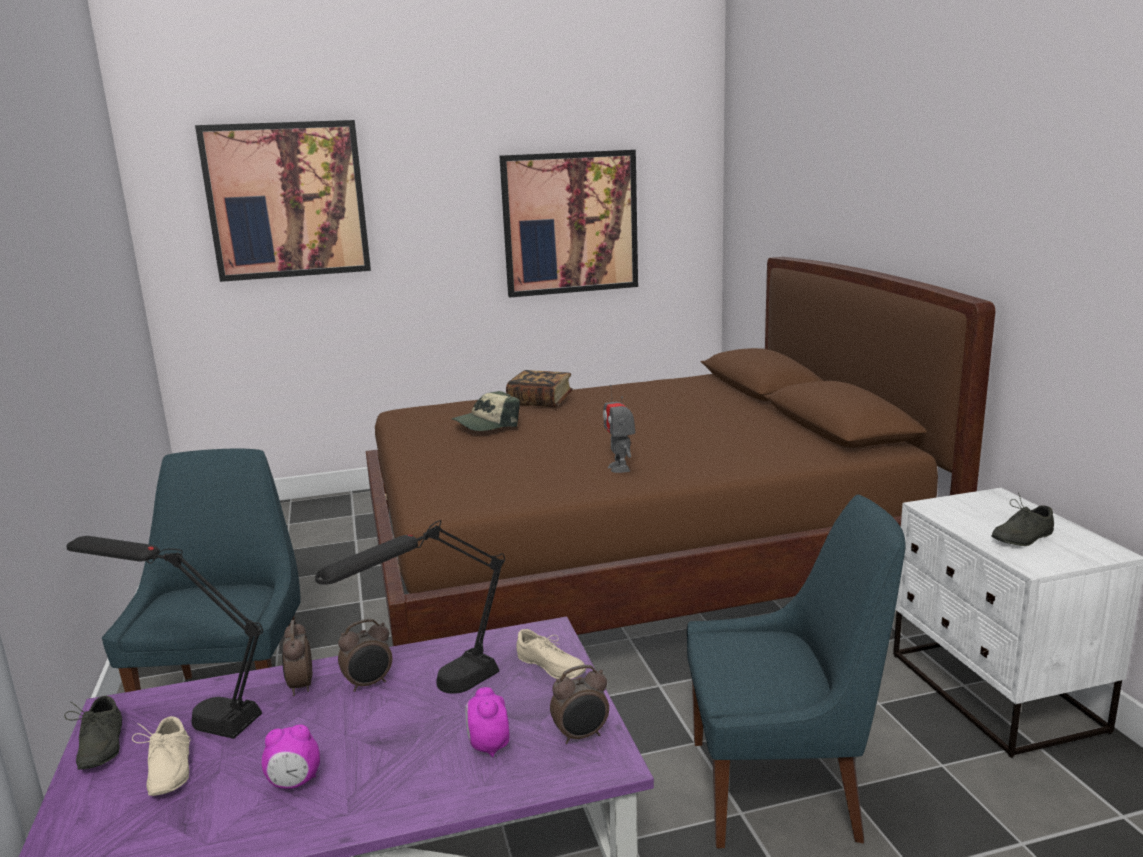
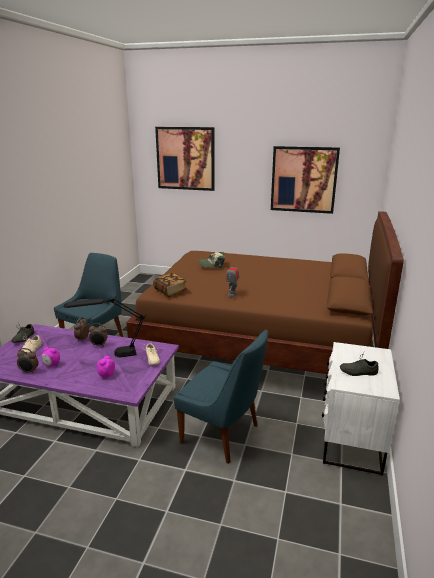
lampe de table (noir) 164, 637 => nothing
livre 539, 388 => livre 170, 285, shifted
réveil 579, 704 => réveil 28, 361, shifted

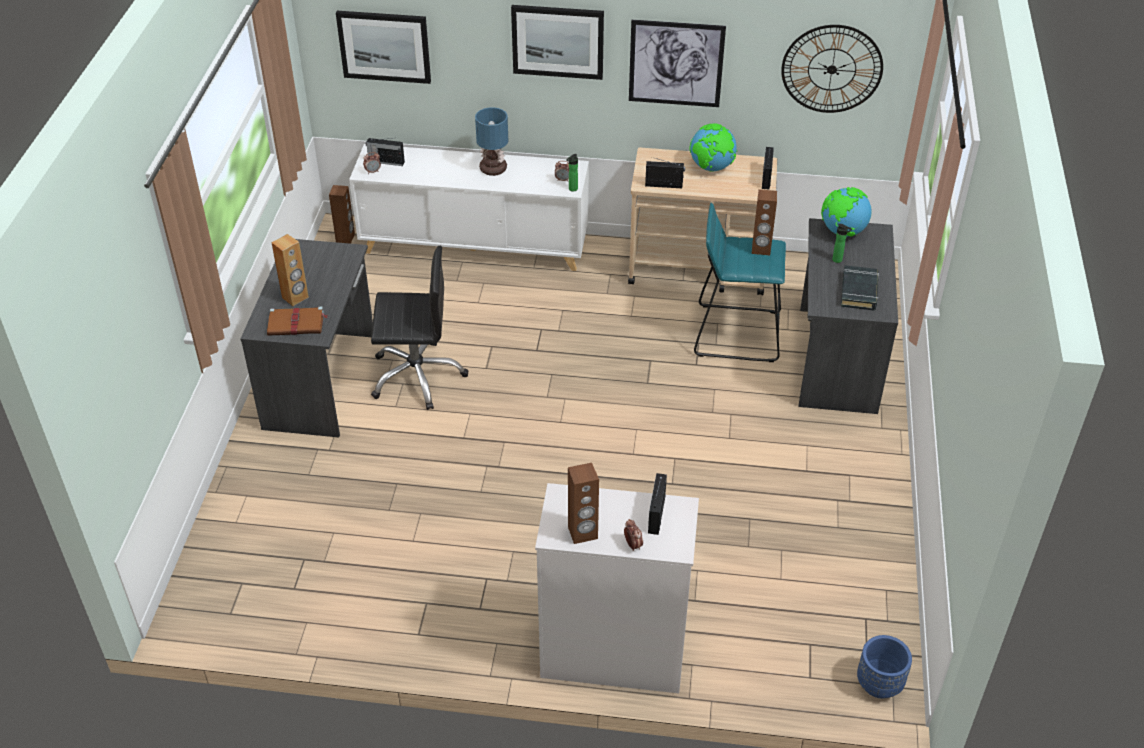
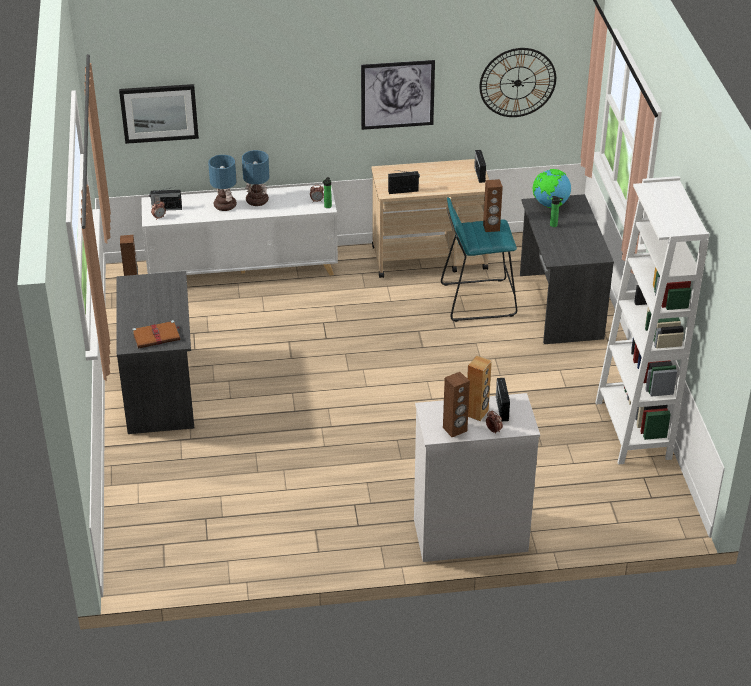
chaise de bureau (noir) 419, 328 => nothing
tableau 557, 42 => nothing
globe 713, 147 => nothing
livre (noir) 860, 287 => nothing
cache-pot (bleu) 884, 666 => nothing
nothing => lampe de table 222, 183
nothing => bibliothèque (blanc) 652, 320
enceinte (marron) 290, 270 => enceinte (marron) 479, 388, shifted

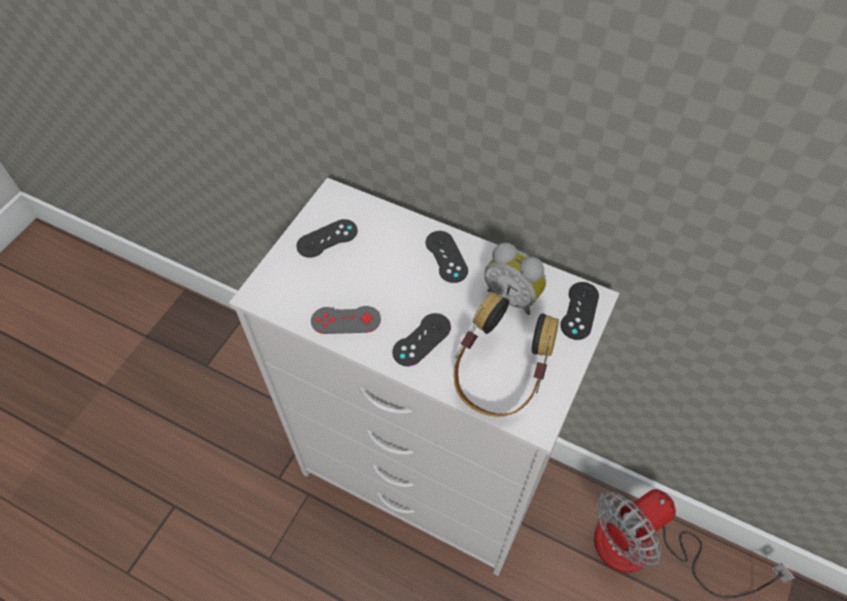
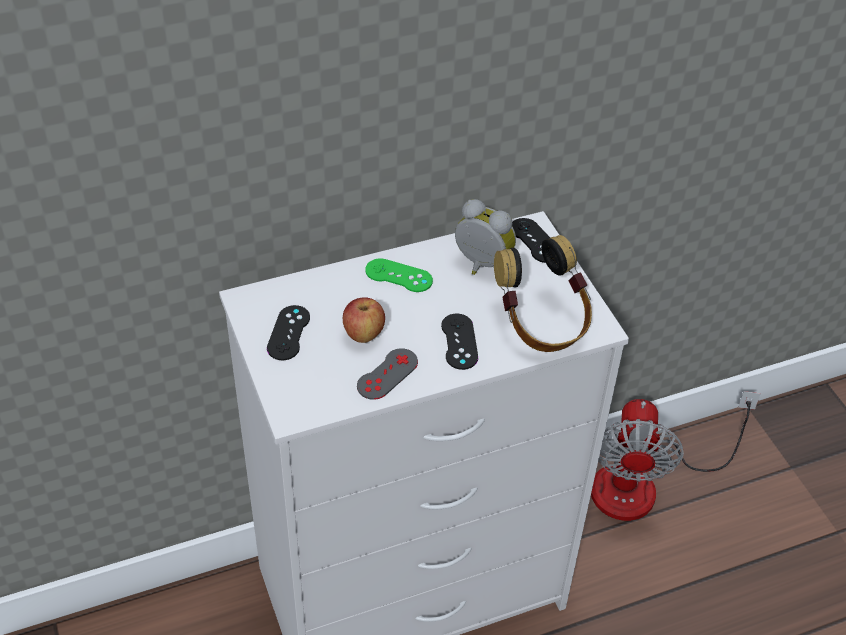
nothing => pomme 364, 320
manette (noir) 446, 257 => manette (vert) 399, 275
réveil 515, 279 => réveil 485, 237, 135 degrees counterclockwise

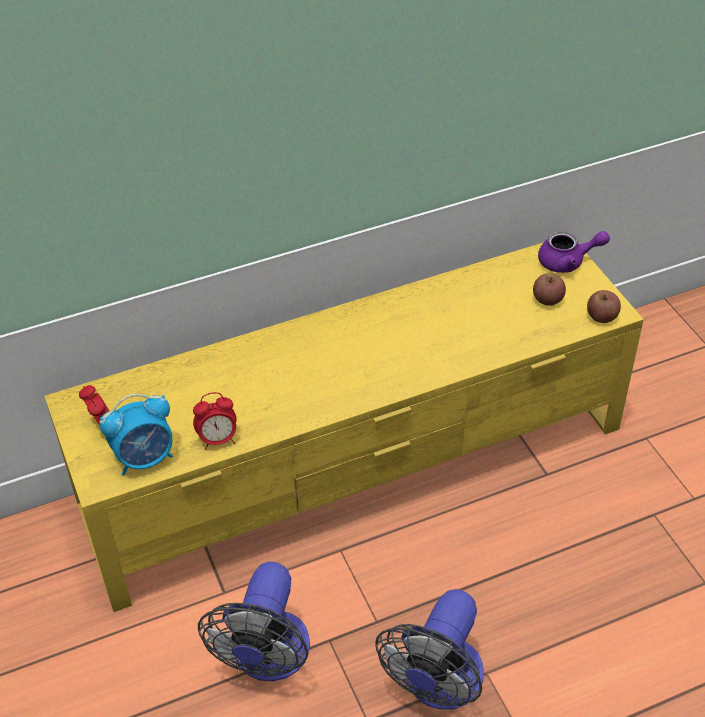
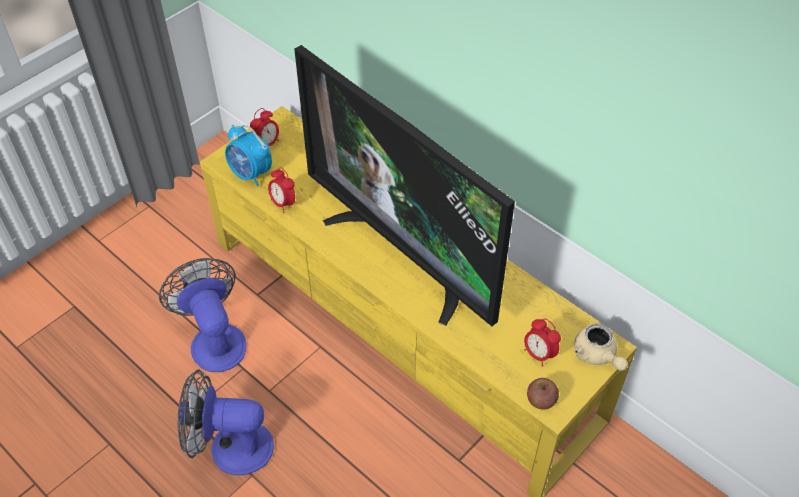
nothing => téléviseur 404, 185
pomme 549, 289 => réveil 542, 342
théière (violet) 574, 252 => théière (beige) 601, 347
ventilateur 254, 621 => ventilateur 203, 315, 75 degrees clockwise

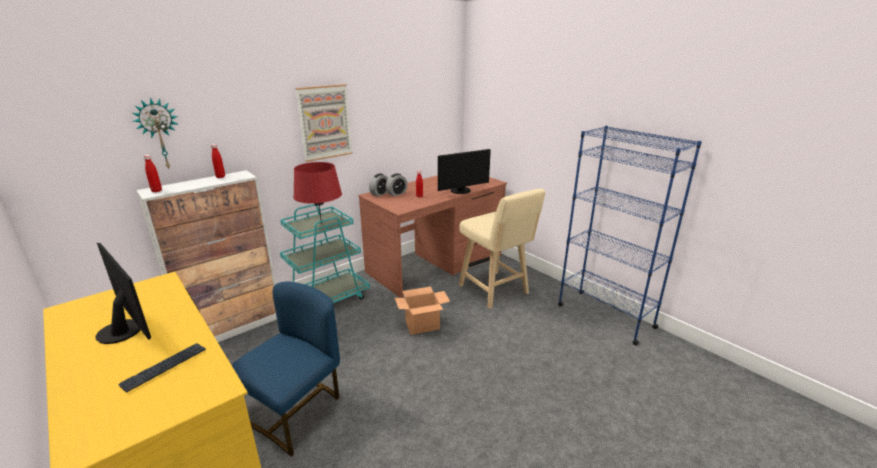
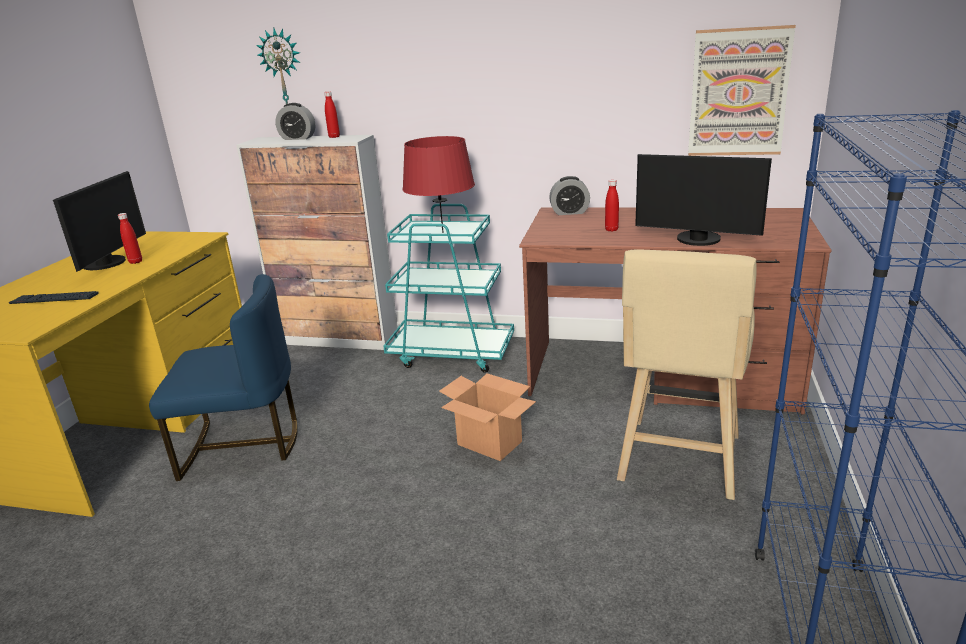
bouteille (rouge) 153, 173 => bouteille (rouge) 130, 238, shifted
tableau 324, 123 => tableau 742, 90, shifted
réveil 397, 184 => réveil 295, 121, shifted

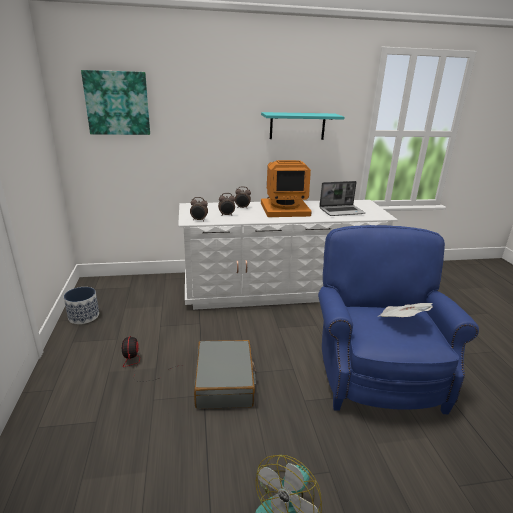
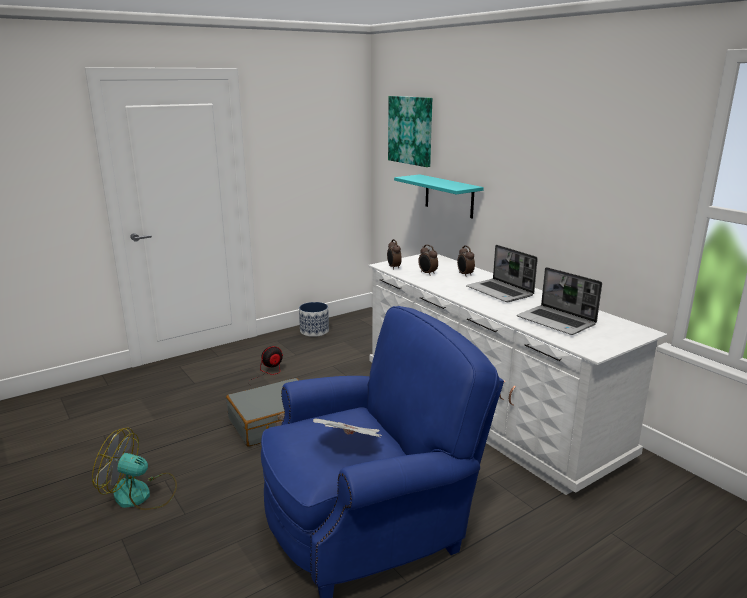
étagère (turquoise) 302, 126 => étagère (turquoise) 439, 196, shifted
écran d'ordinateur 286, 188 => ordinateur portable 502, 273

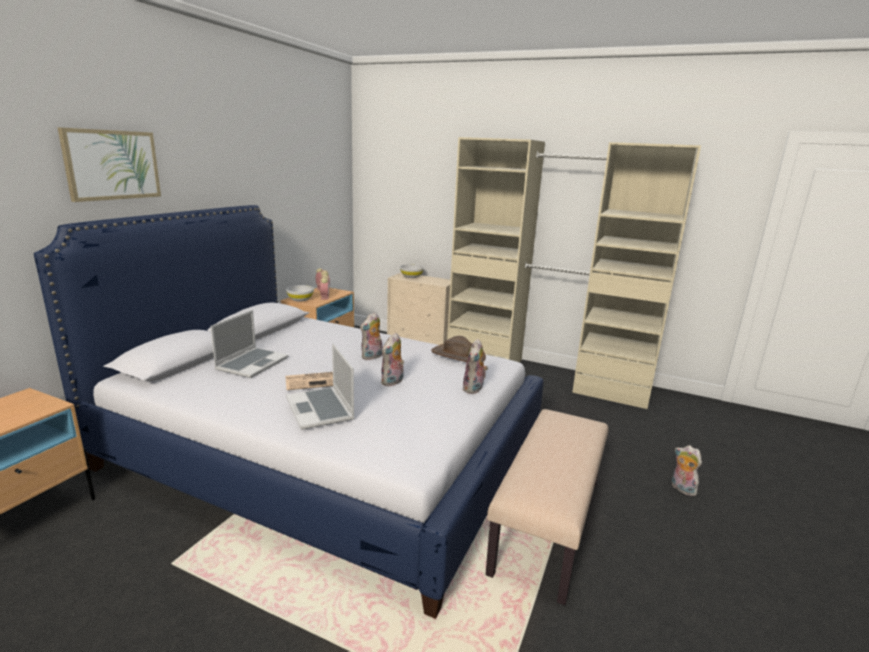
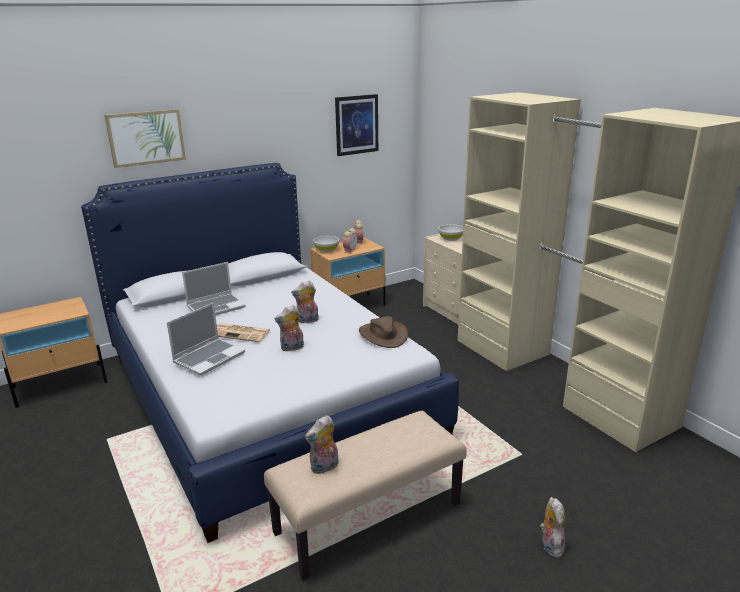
nothing => tableau 356, 125
peluche 475, 366 => peluche 321, 445, shifted
ordinateur portable 320, 386 => ordinateur portable 206, 339, 150 degrees counterclockwise

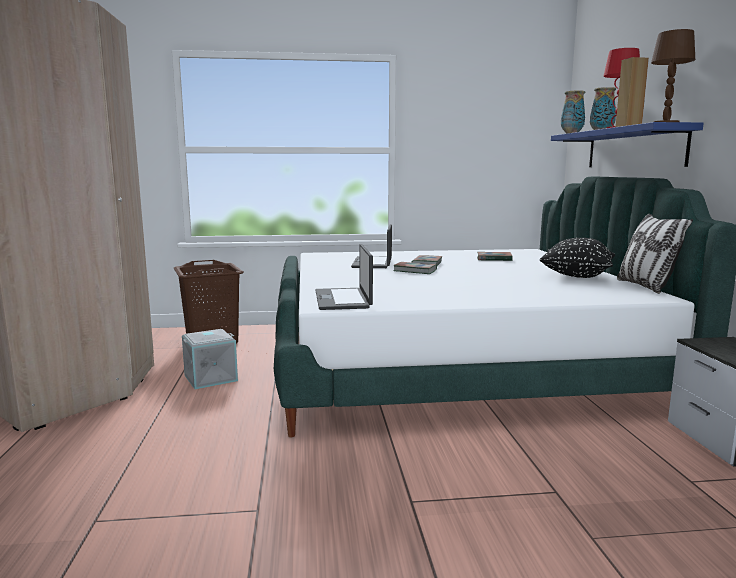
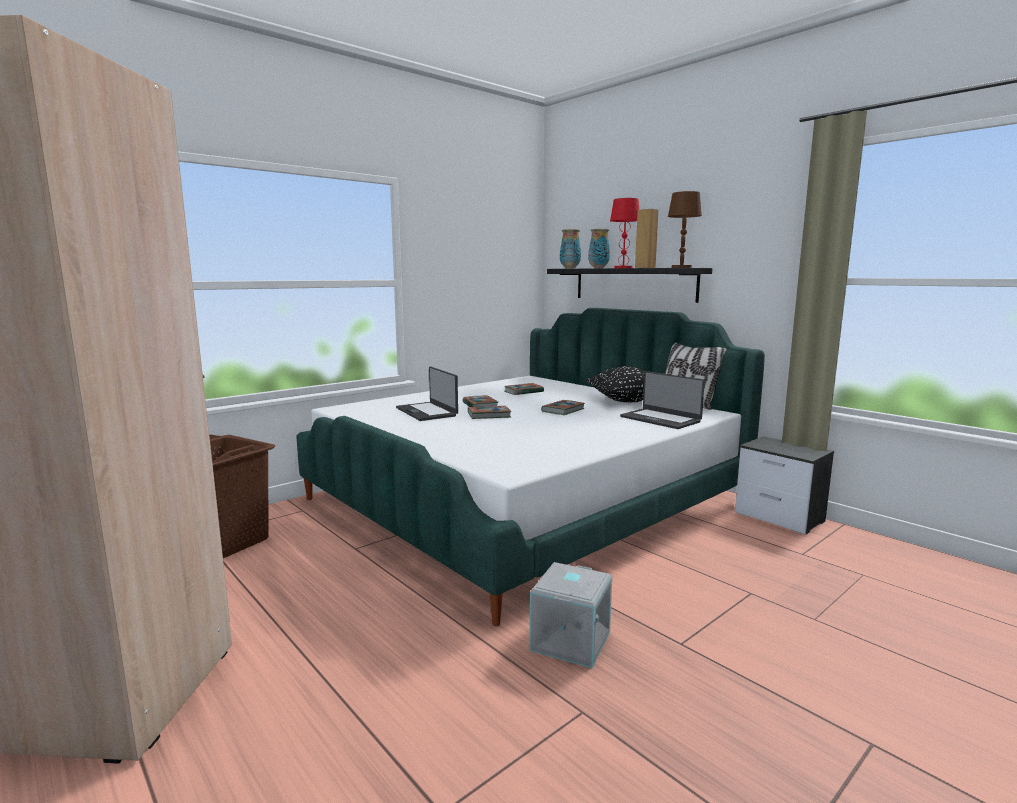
nothing => livre 563, 407
boîte de rangement (gris) 210, 359 => boîte de rangement (gris) 570, 615, shifted
ordinateur portable 344, 277 => ordinateur portable 662, 400, shifted
étagère (bleu) 627, 144 => étagère (noir) 629, 285

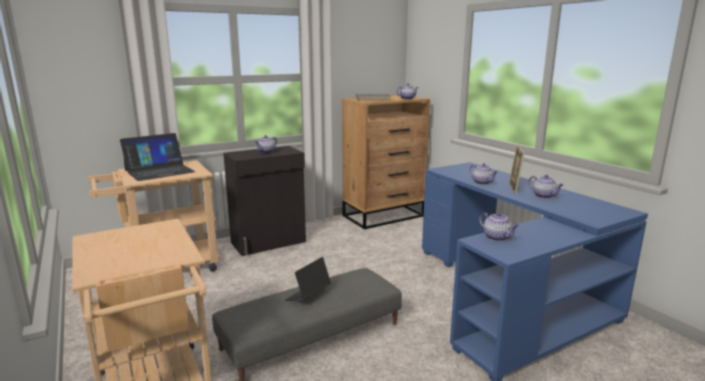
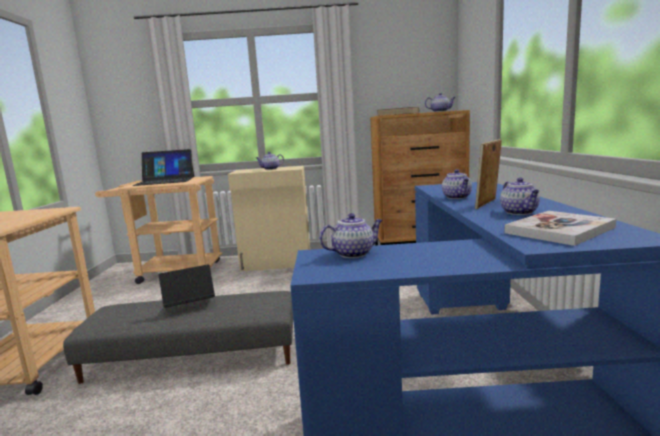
nothing => livre 560, 228
meuble de rangement (noir) 264, 201 => meuble de rangement (beige) 269, 218
théière 499, 226 => théière 351, 235, 105 degrees counterclockwise

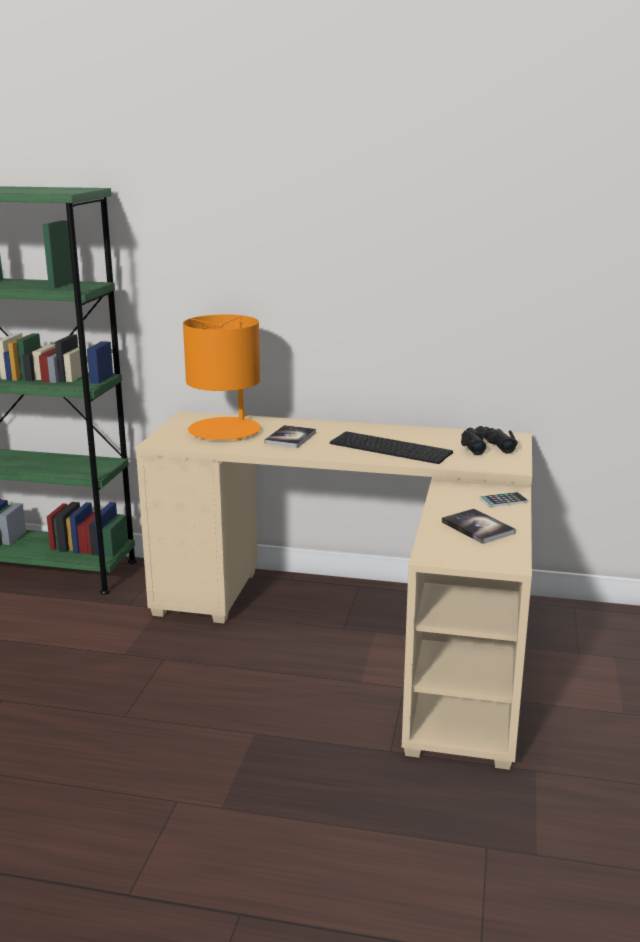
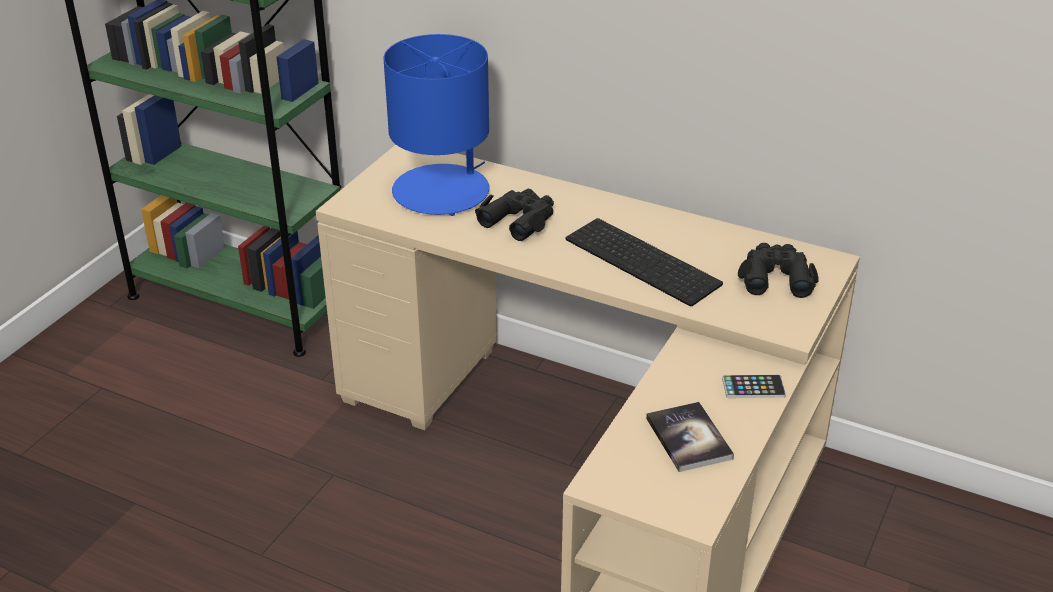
livre 290, 436 => jumelles (noir) 514, 215
lampe de table (orange) 222, 377 => lampe de table (bleu) 437, 125

